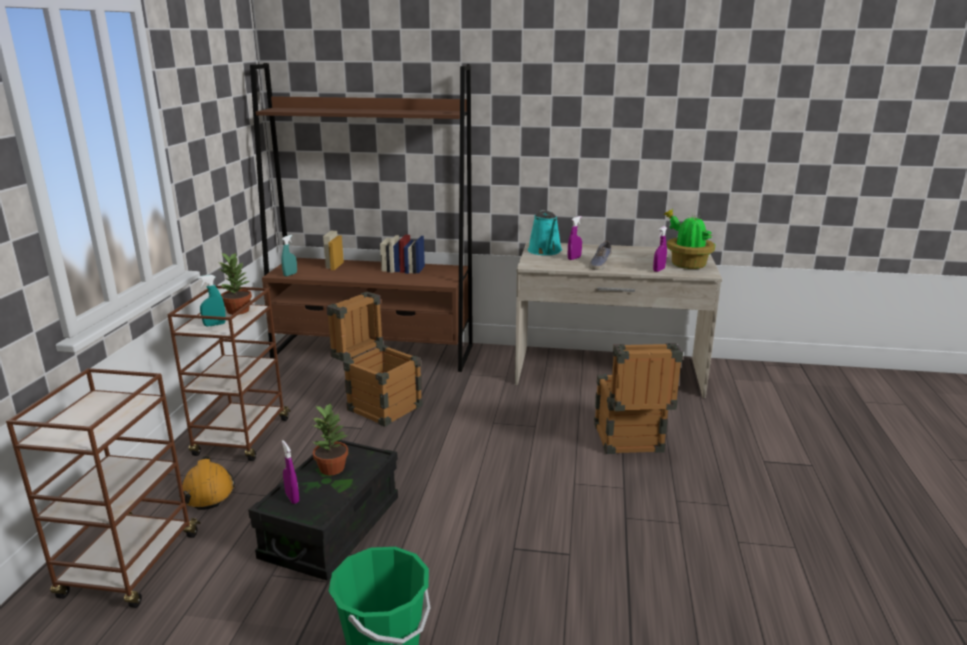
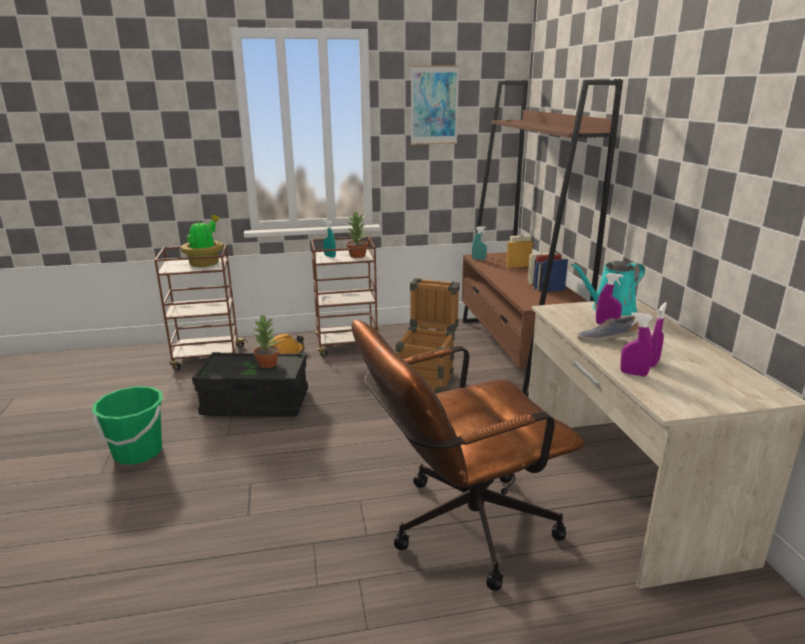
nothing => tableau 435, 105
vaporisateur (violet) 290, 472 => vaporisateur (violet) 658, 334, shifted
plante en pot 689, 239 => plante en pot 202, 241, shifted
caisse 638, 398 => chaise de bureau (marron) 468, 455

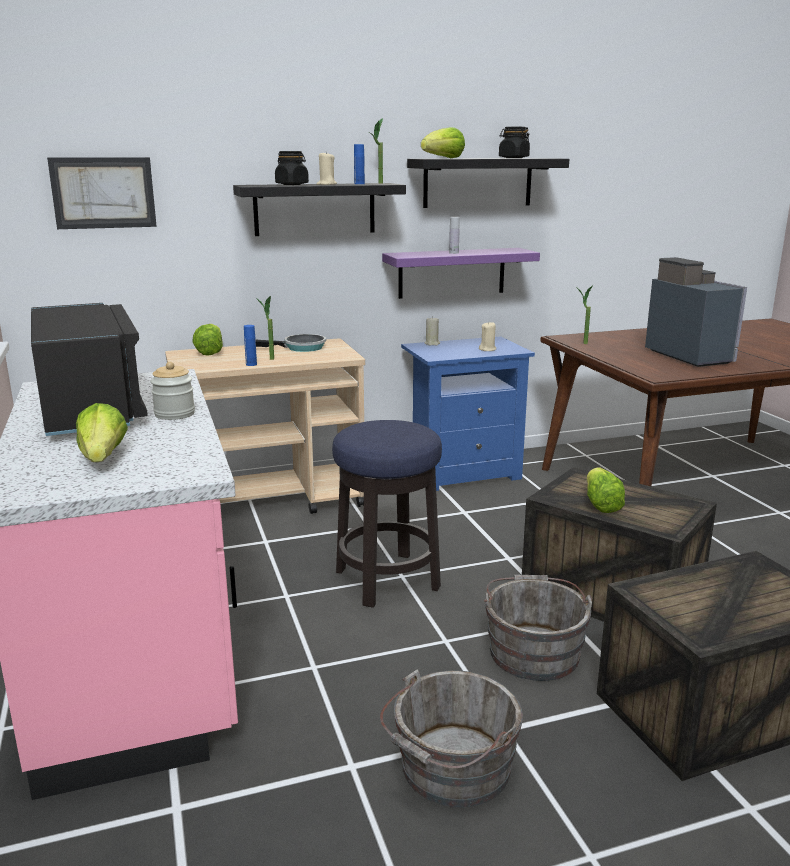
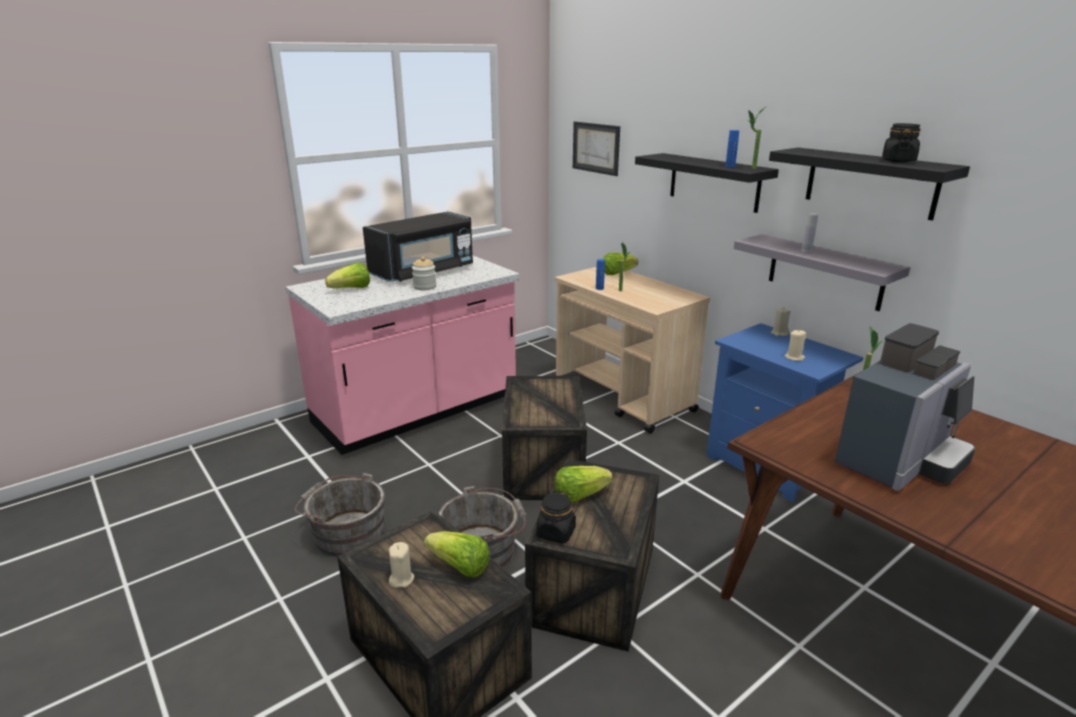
poêle 291, 343 => nothing
bocal (noir) 292, 168 => bocal (noir) 556, 517, shifted
bougie (beige) 327, 168 => bougie (beige) 401, 565, shifted
laitue 443, 142 => laitue 457, 554, shifted
tabouret 387, 514 => caisse 544, 438
étagère (violet) 461, 273 => étagère (gris) 822, 272

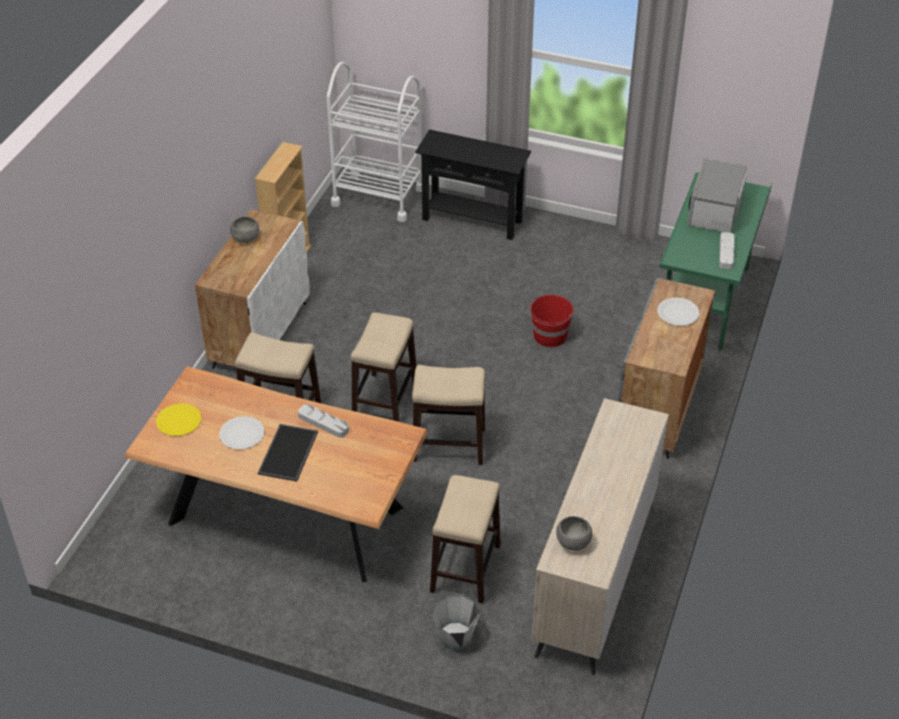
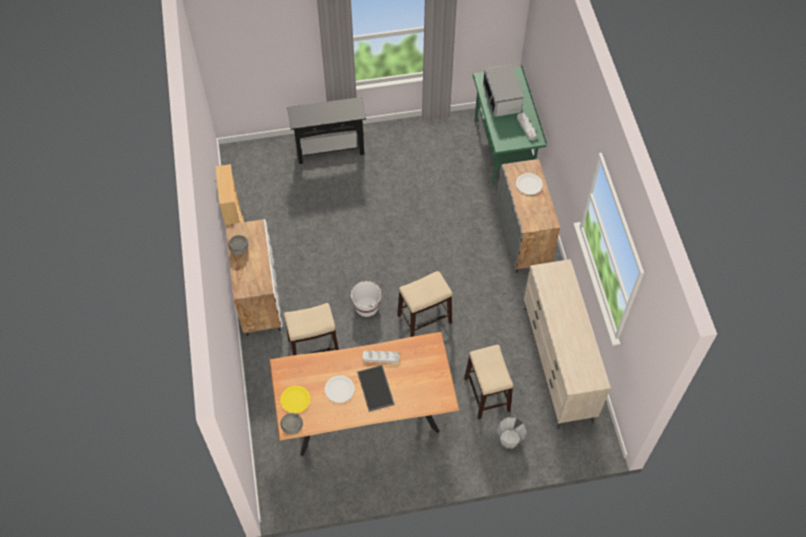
chariot (blanc) 374, 142 => nothing
seau (rouge) 551, 321 => nothing
bol (gris) 574, 533 => bol (gris) 291, 424, shifted
tabouret 383, 367 => seau (blanc) 367, 298

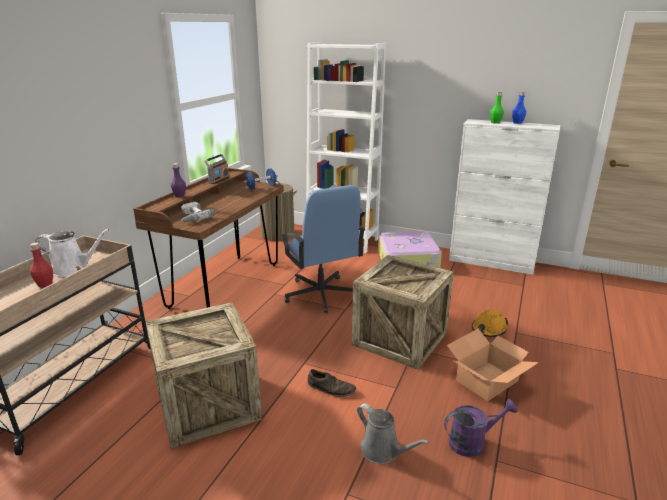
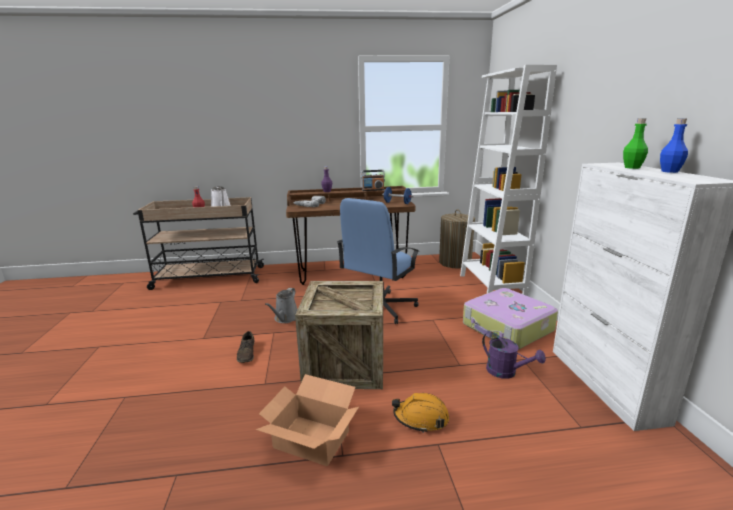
caisse 203, 375 => nothing
arrosoir (gris) 393, 433 => arrosoir (gris) 281, 305, shifted
arrosoir (violet) 481, 428 => arrosoir (violet) 514, 355, shifted

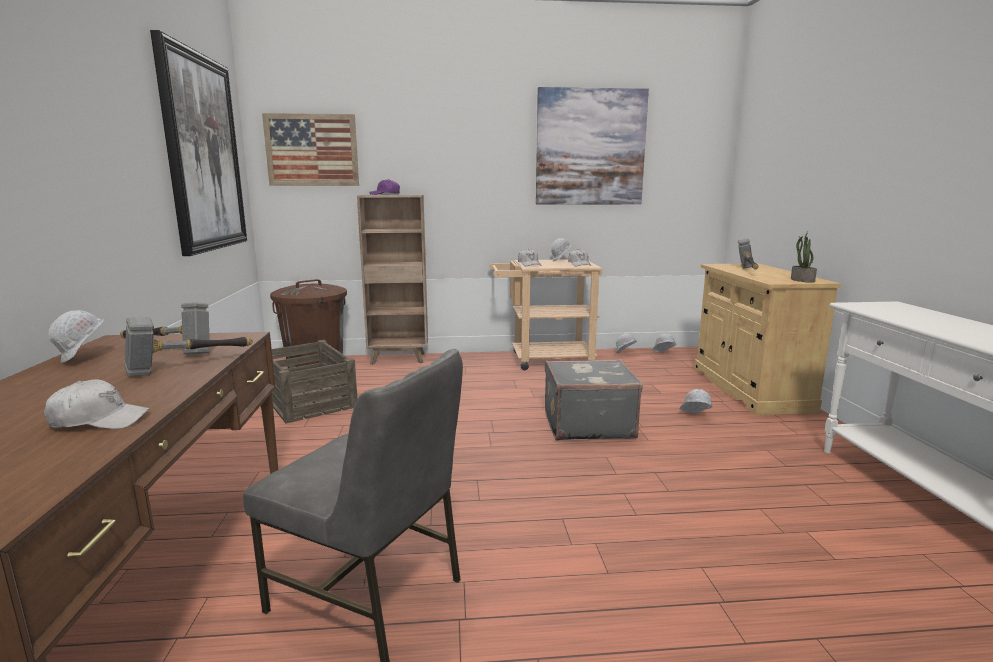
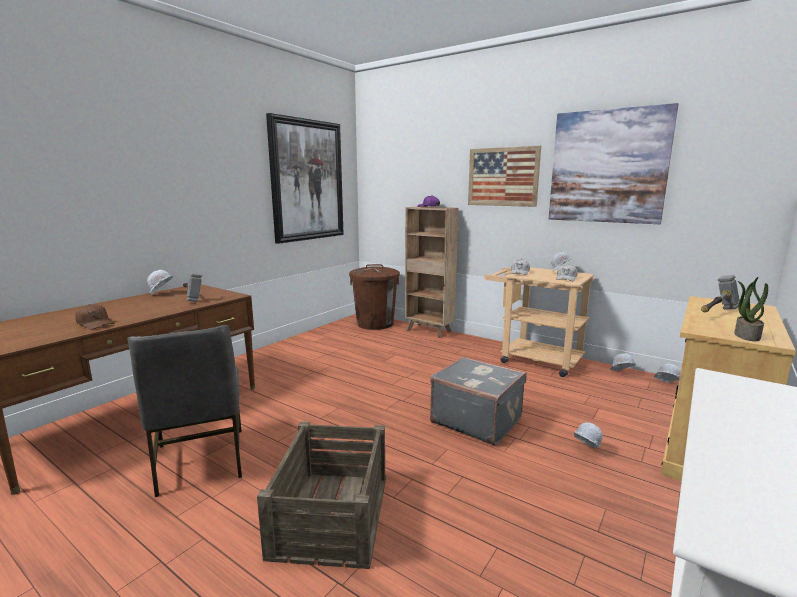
marteau 189, 346 => nothing
tableau 310, 149 => tableau 504, 176, shifted
caisse 314, 381 => caisse 321, 495, shifted
casquette (blanc) 97, 404 => casquette (marron) 95, 317

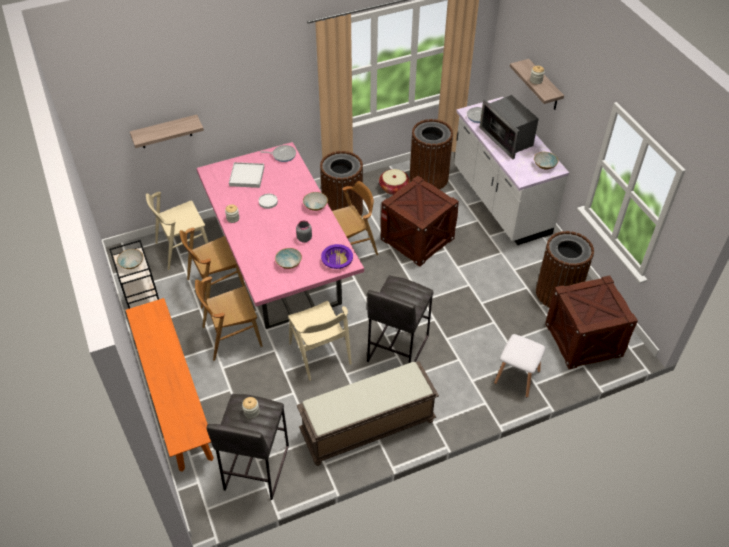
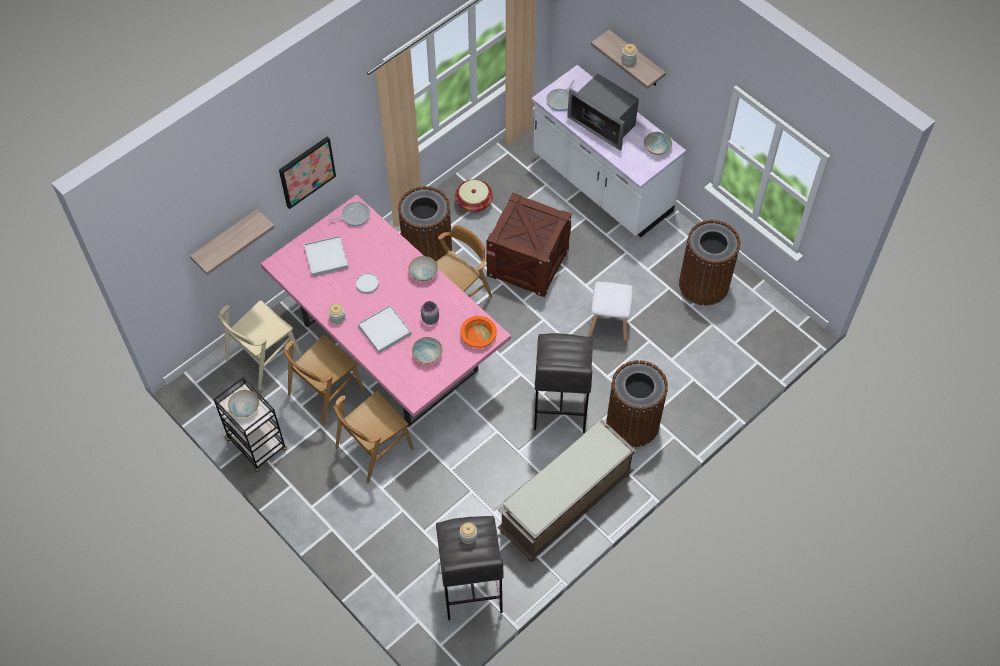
banc (orange) 170, 385 => nothing
chaise (beige) 320, 341 => nothing
caisse 591, 322 => nothing
nothing => tableau 307, 173
nothing => plateau (blanc) 384, 329
poubelle (marron) 431, 154 => poubelle (marron) 637, 403, shifted
tabouret (blanc) 520, 366 => tabouret (blanc) 610, 311, shifted
bol (violet) 337, 256 => bol (orange) 478, 332

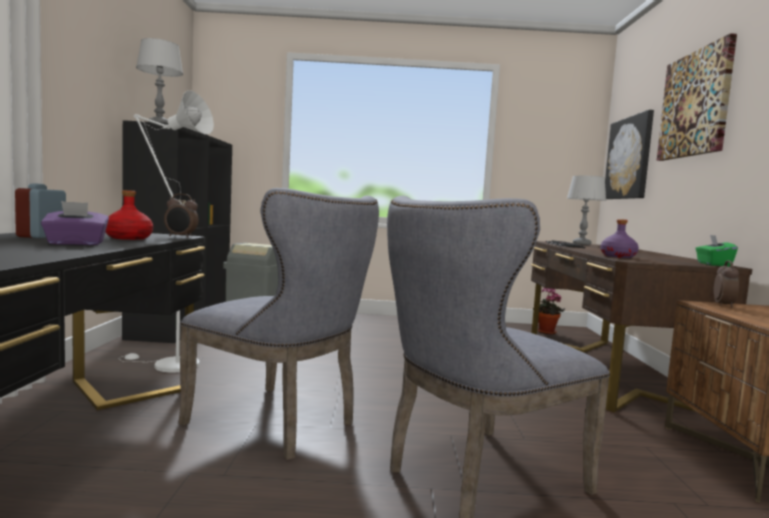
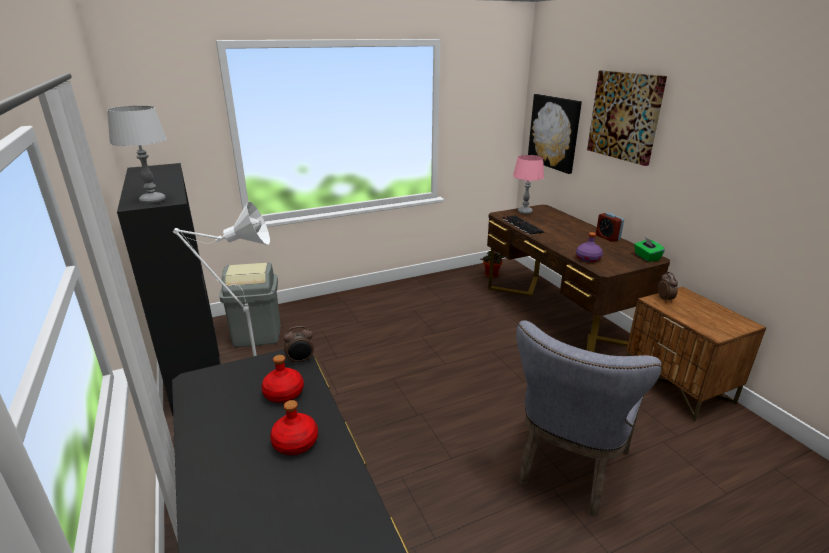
chaise (gris) 279, 324 => nothing
réveil 40, 210 => réveil 610, 227, shifted
boîte à mouchoirs (violet) 75, 223 => bouteille (rouge) 294, 427
lampe de table (gris) 586, 210 => lampe de table (rose) 528, 184

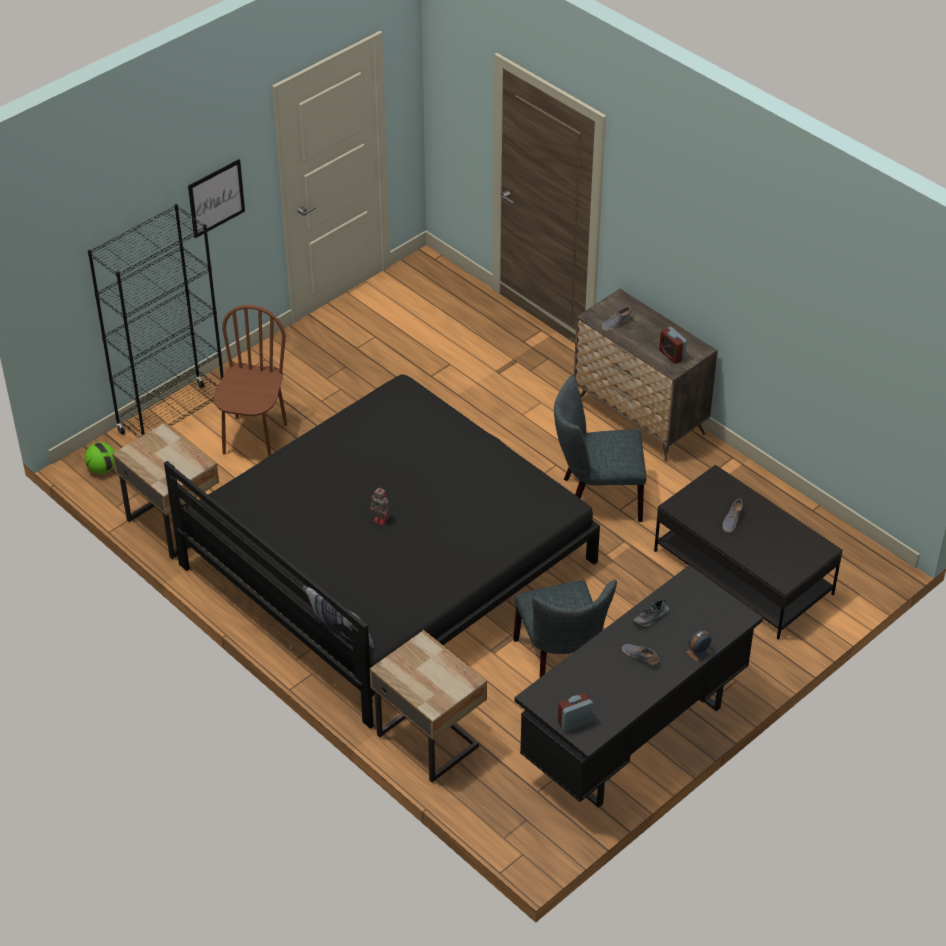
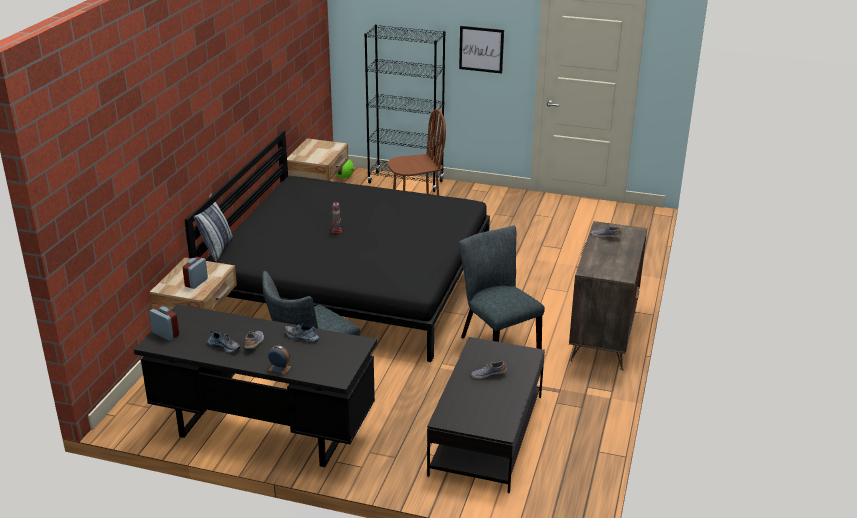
nothing => chaussure 224, 341
réveil 673, 345 => réveil 195, 273, shifted

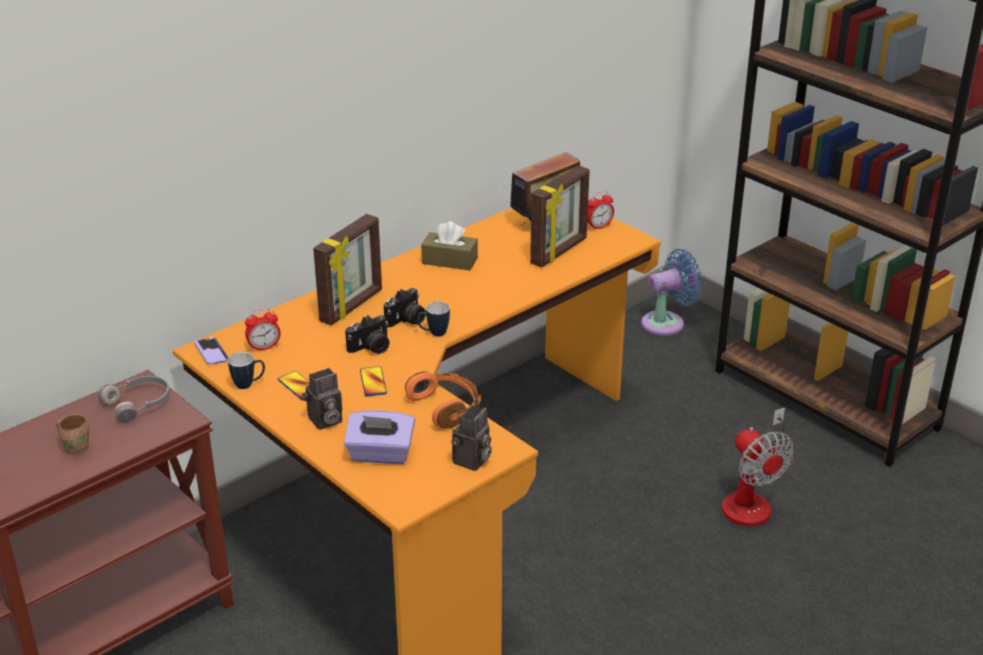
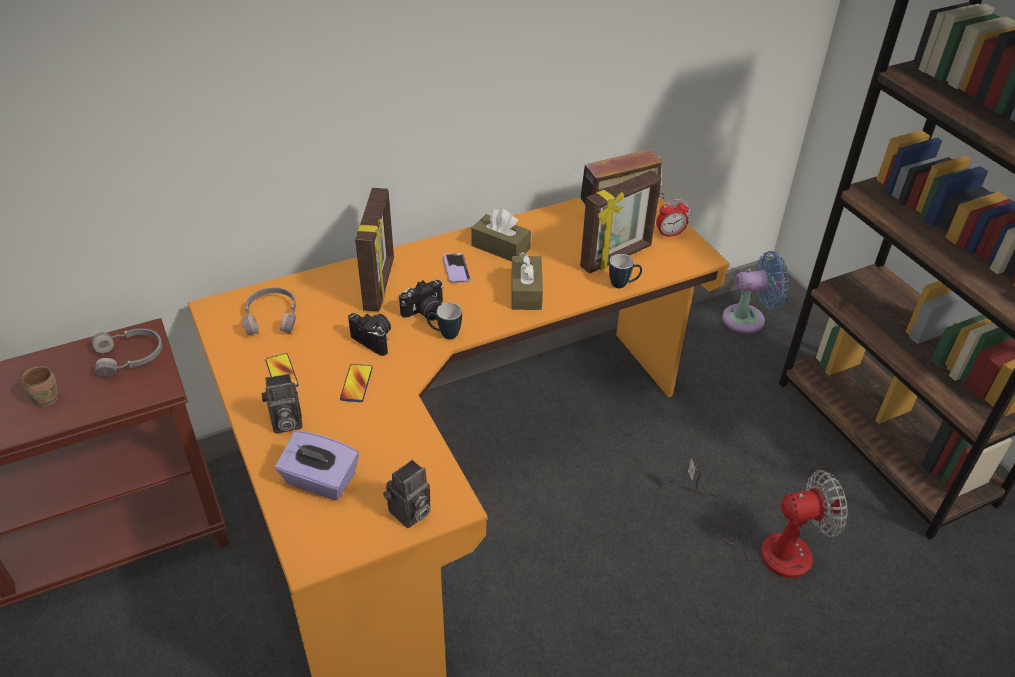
casque audio (orange) 443, 400 => nothing
nothing => boîte à mouchoirs (marron) 527, 281
téléphone 212, 351 => téléphone 456, 268, shifted
mug 246, 370 => mug 625, 271, shifted
réveil 263, 330 => casque audio (gris) 269, 312
cadre photo 347, 269 => cadre photo 374, 249, 45 degrees counterclockwise
appareil photo 367, 334 => appareil photo 369, 334, 120 degrees counterclockwise
ventilateur 758, 467 => ventilateur 767, 518, 90 degrees counterclockwise

